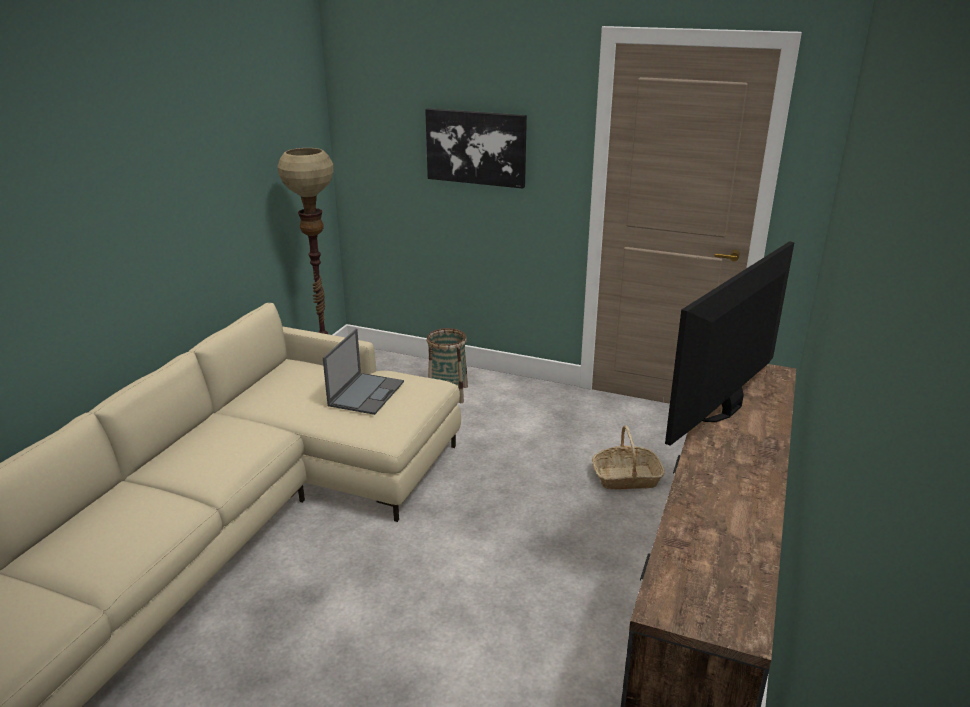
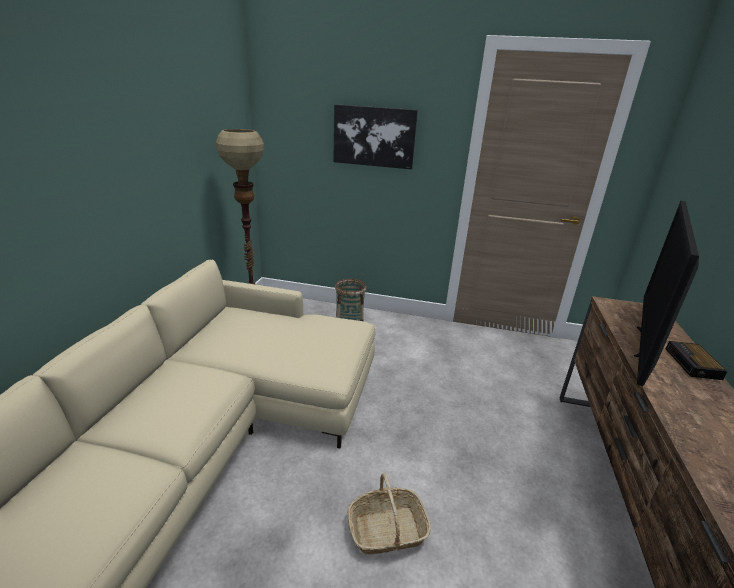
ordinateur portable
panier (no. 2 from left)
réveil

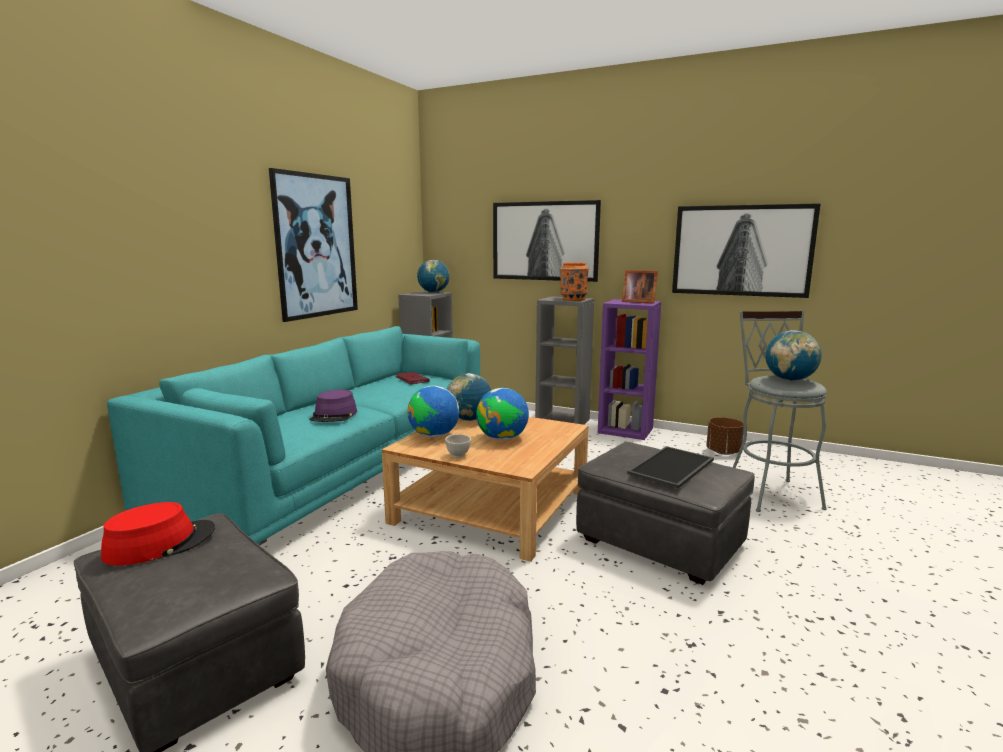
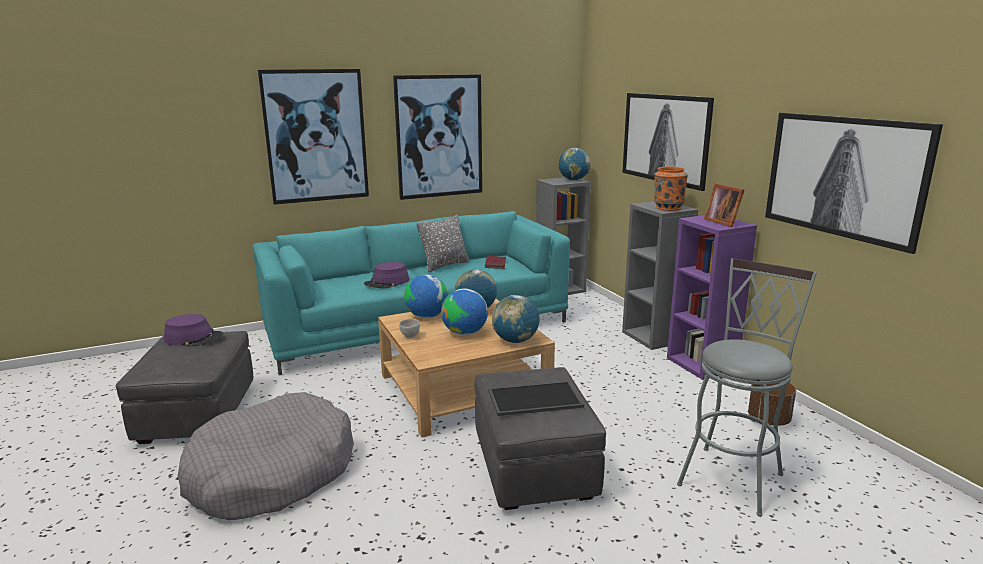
chapeau (violet) (no. 1 from left)
globe (no. 4 from left)
tableau (no. 1 from left)
coussin (gris)

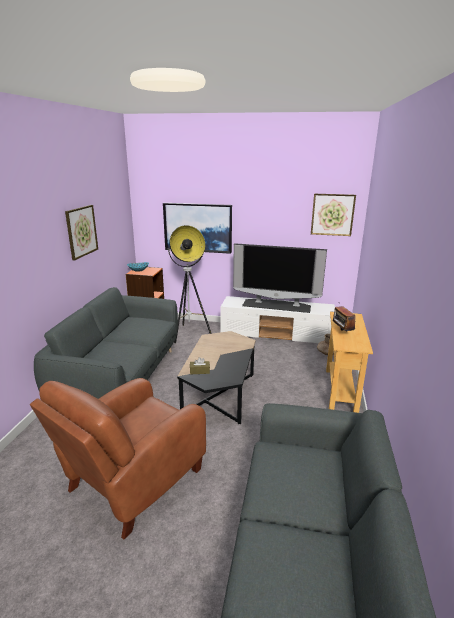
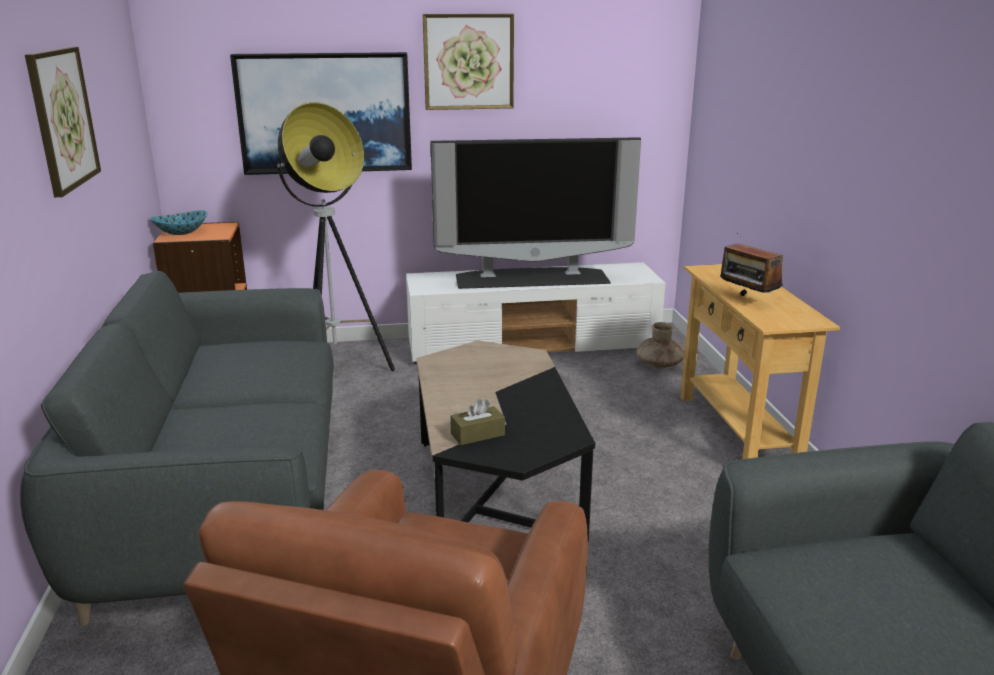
tableau (no. 3 from left)

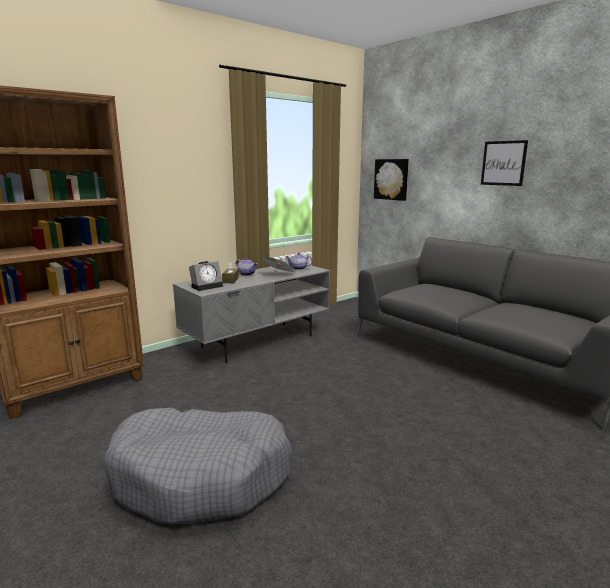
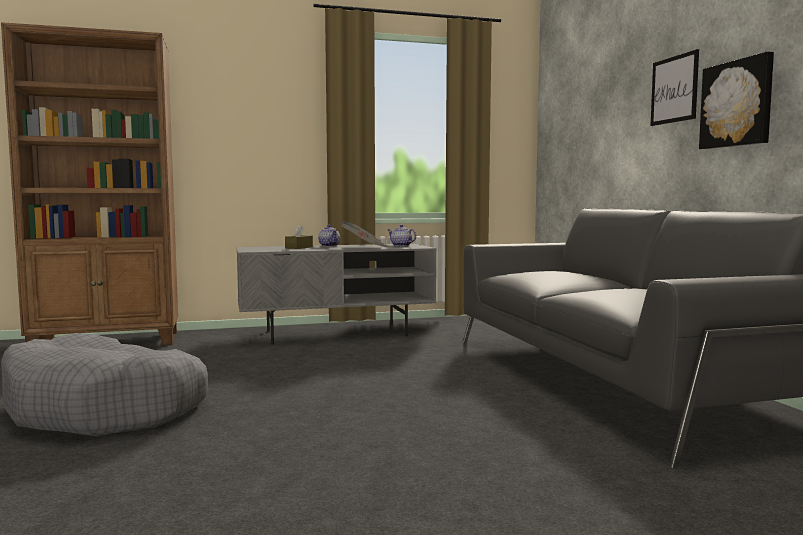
réveil
tableau (no. 2 from left)

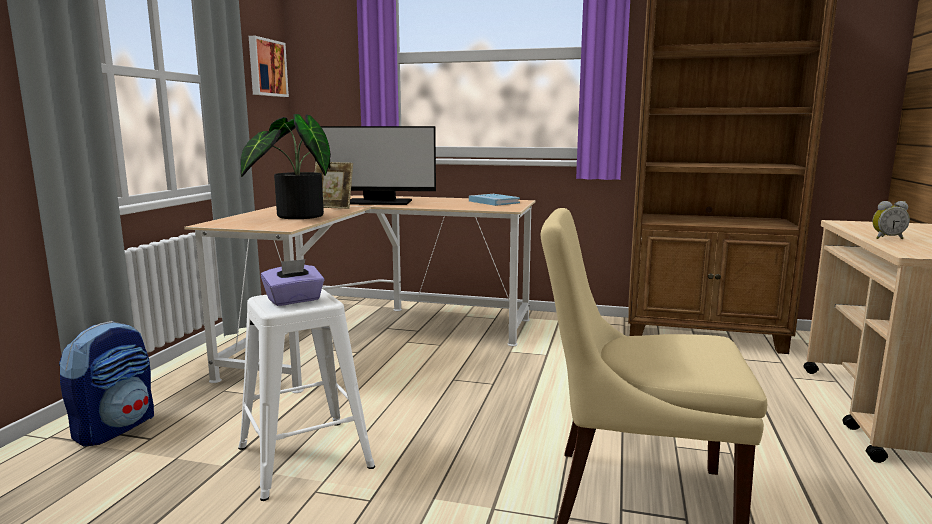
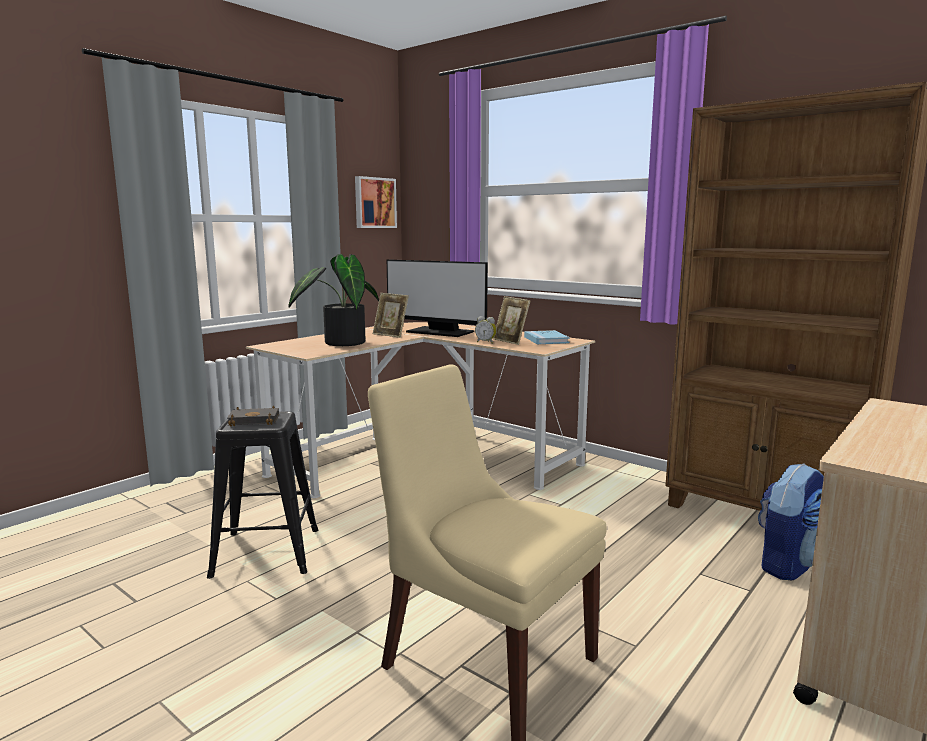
sac à dos
tabouret (noir)
livre (noir)
réveil
cadre photo (no. 2 from left)

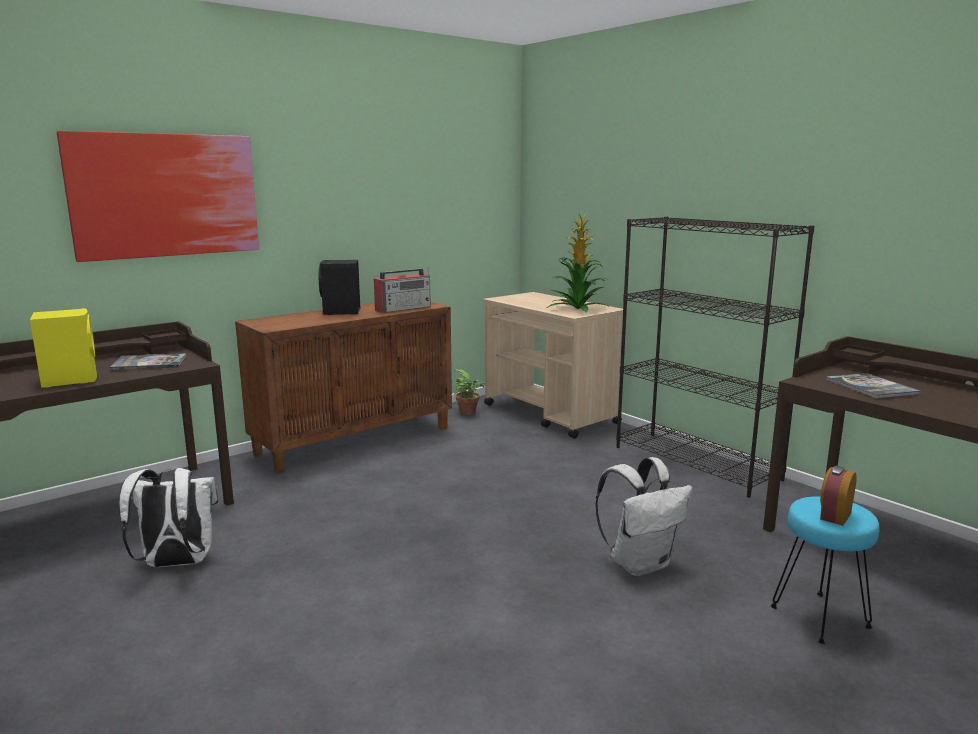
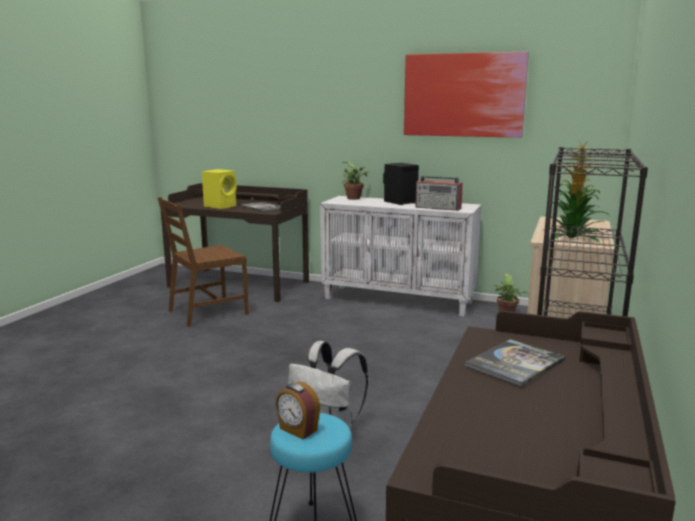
tableau
chaise (marron)
meuble de rangement (blanc)
réveil
plante en pot (no. 1 from left)

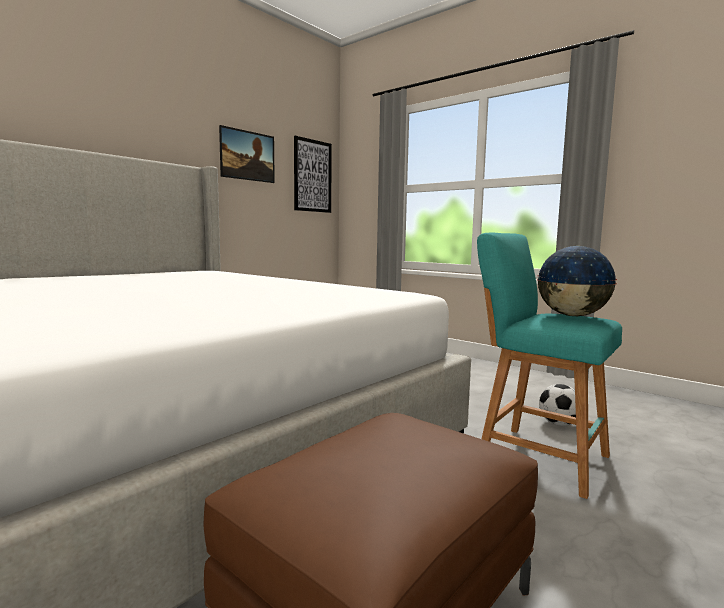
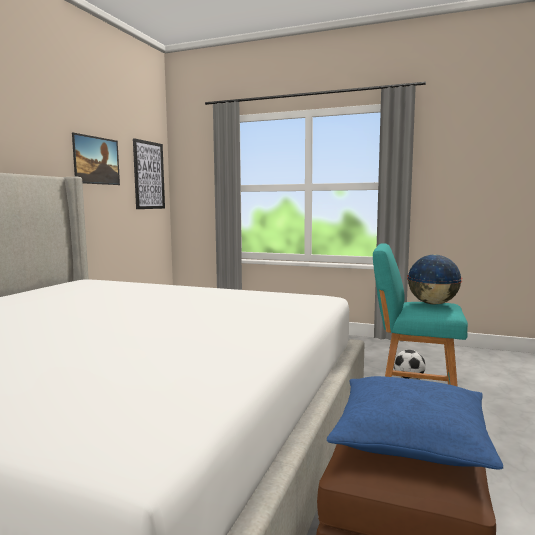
coussin (bleu)

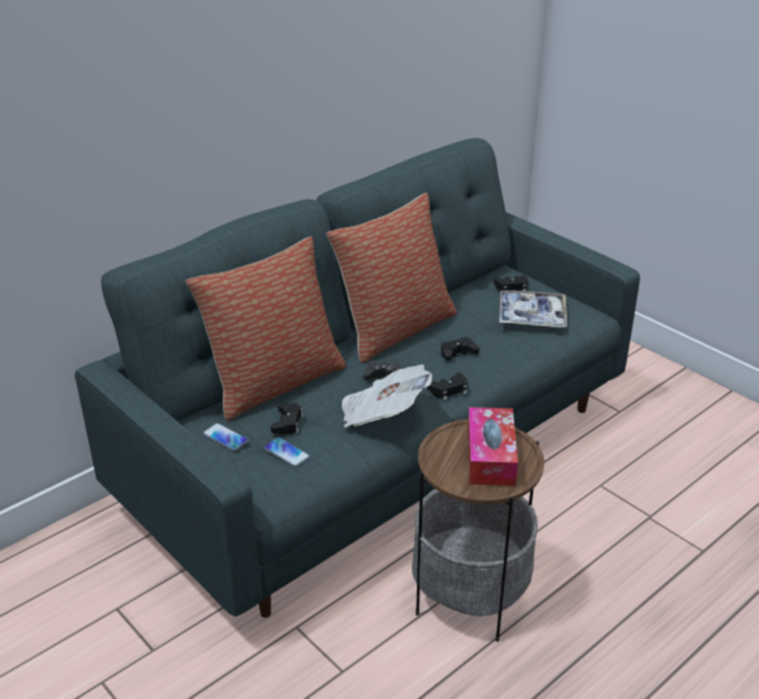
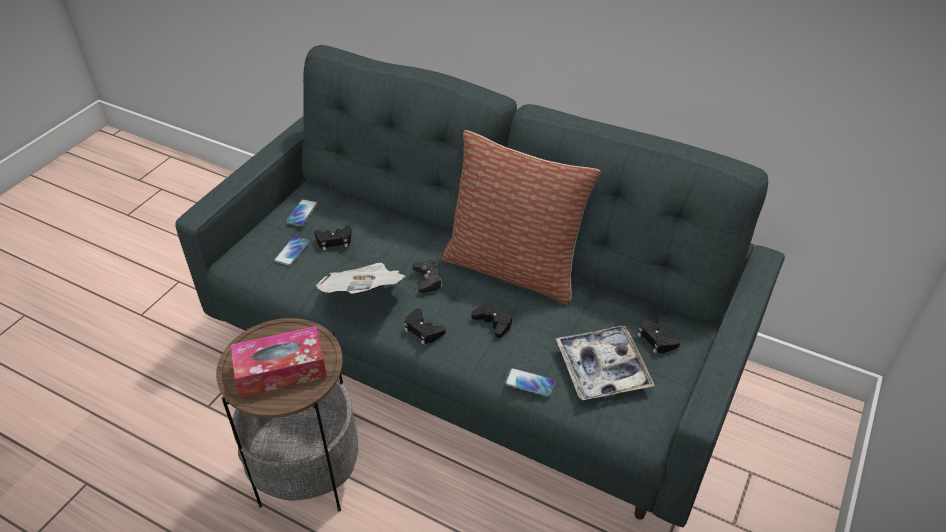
coussin (no. 1 from left in the first image)
téléphone (no. 3 from left)

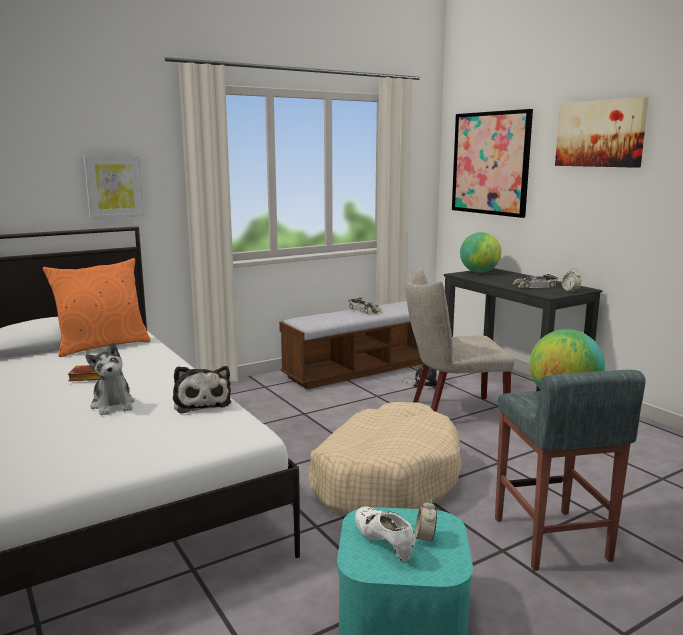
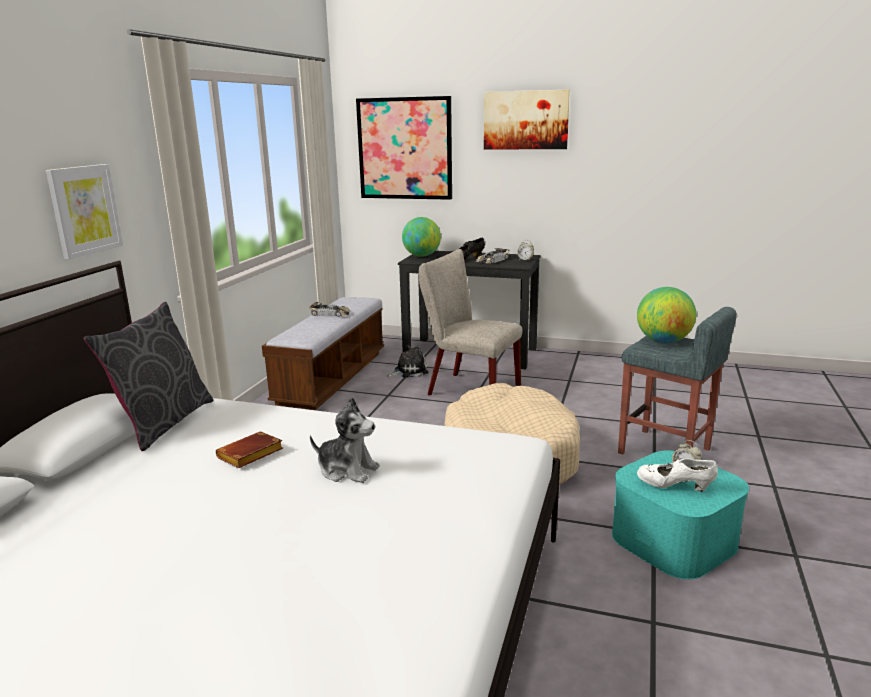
coussin (gris)
peluche (no. 2 from left in the first image)
chaise (beige)
chaussure (noir)

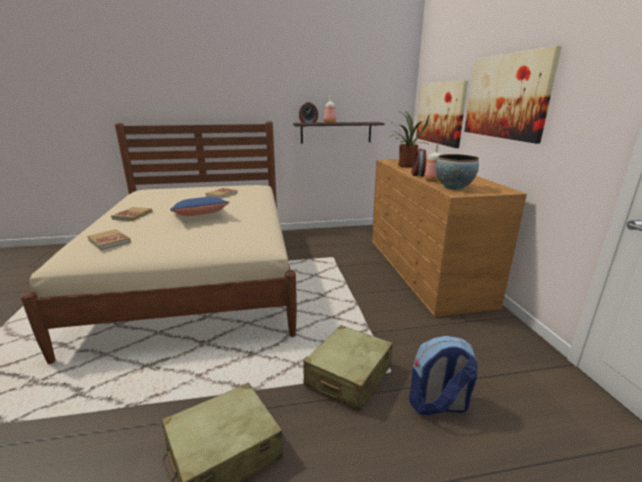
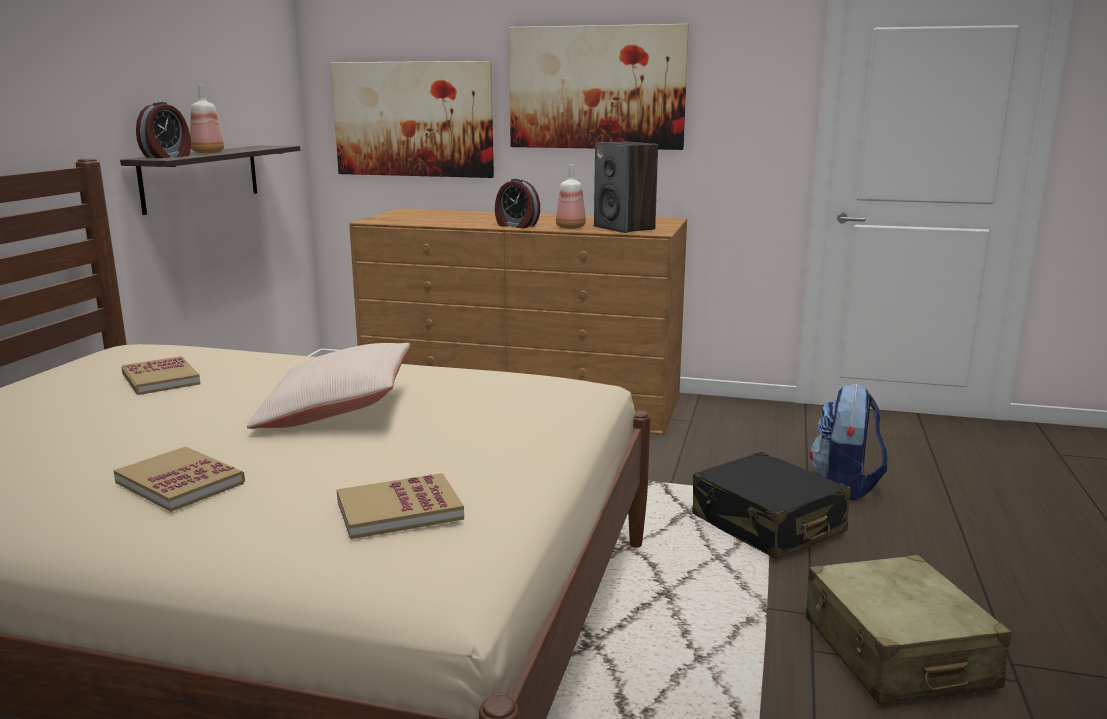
coussin (beige)
valise (noir)
plante en pot
enceinte

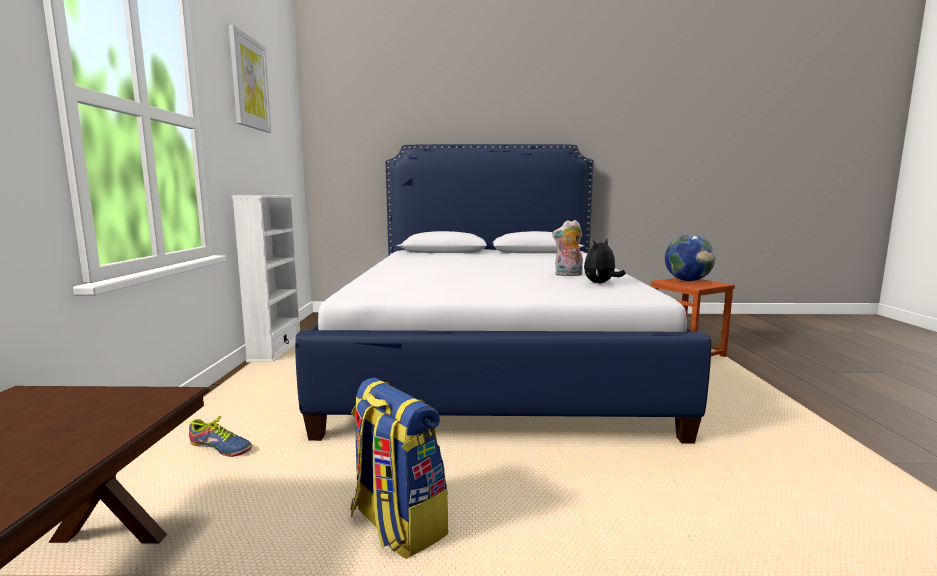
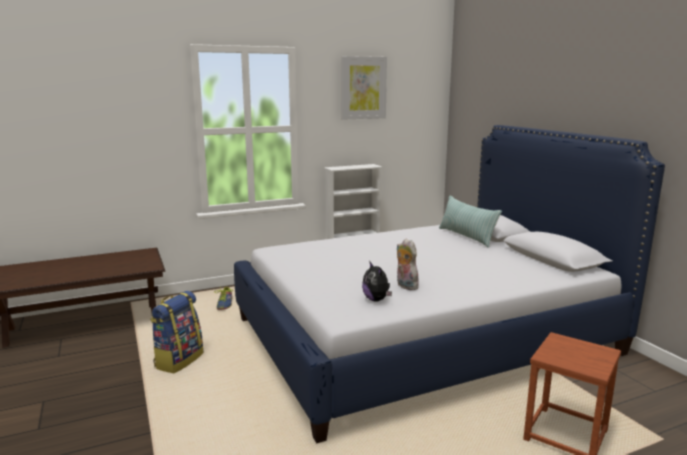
peluche (no. 1 from left)
globe
coussin

